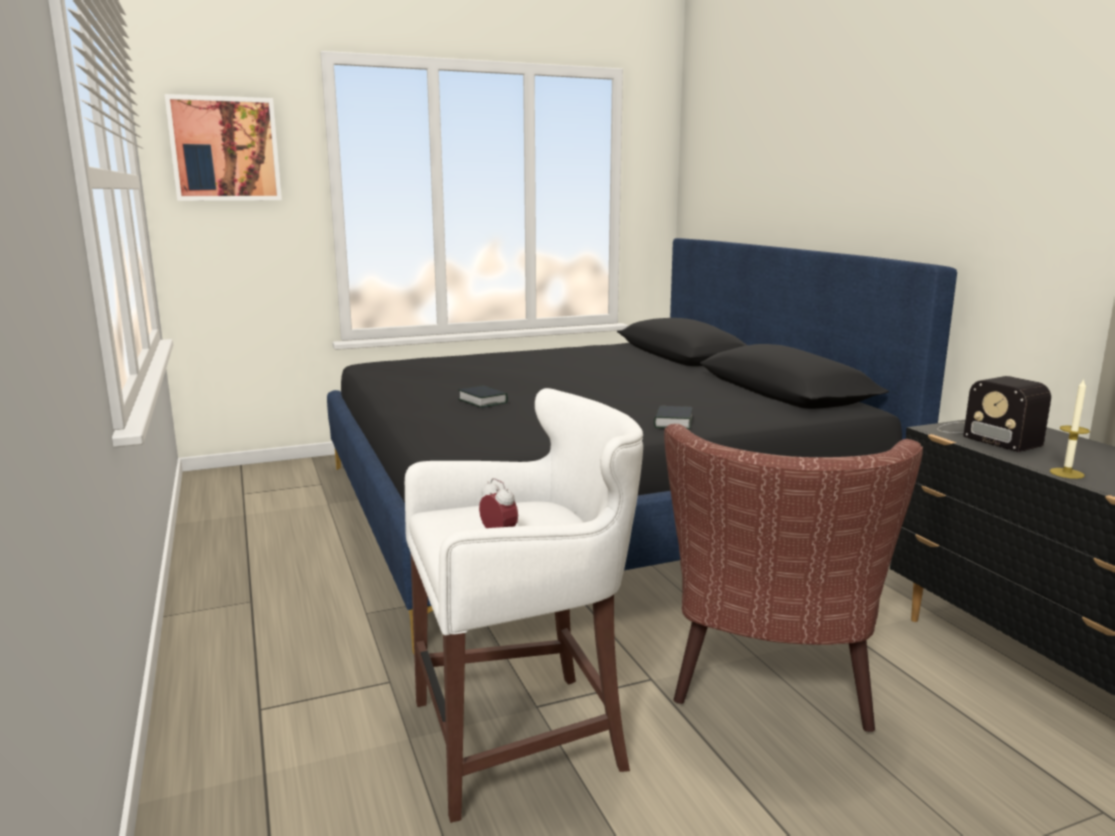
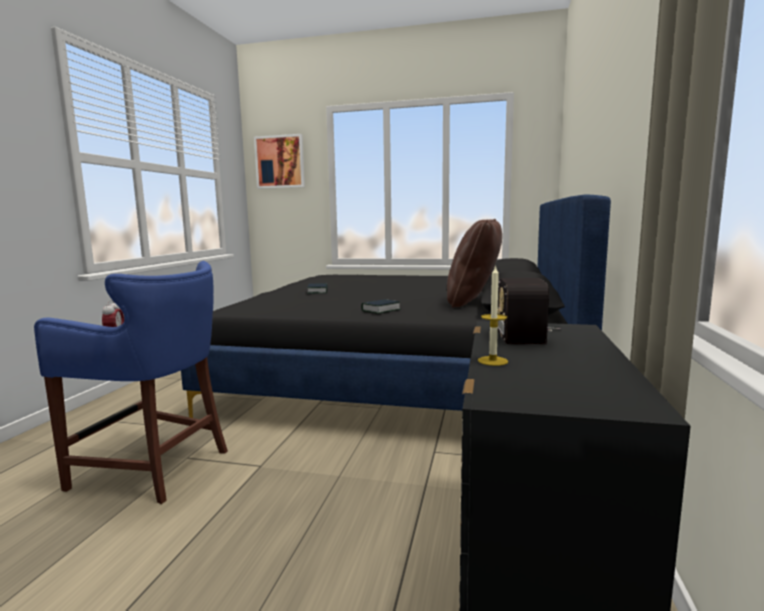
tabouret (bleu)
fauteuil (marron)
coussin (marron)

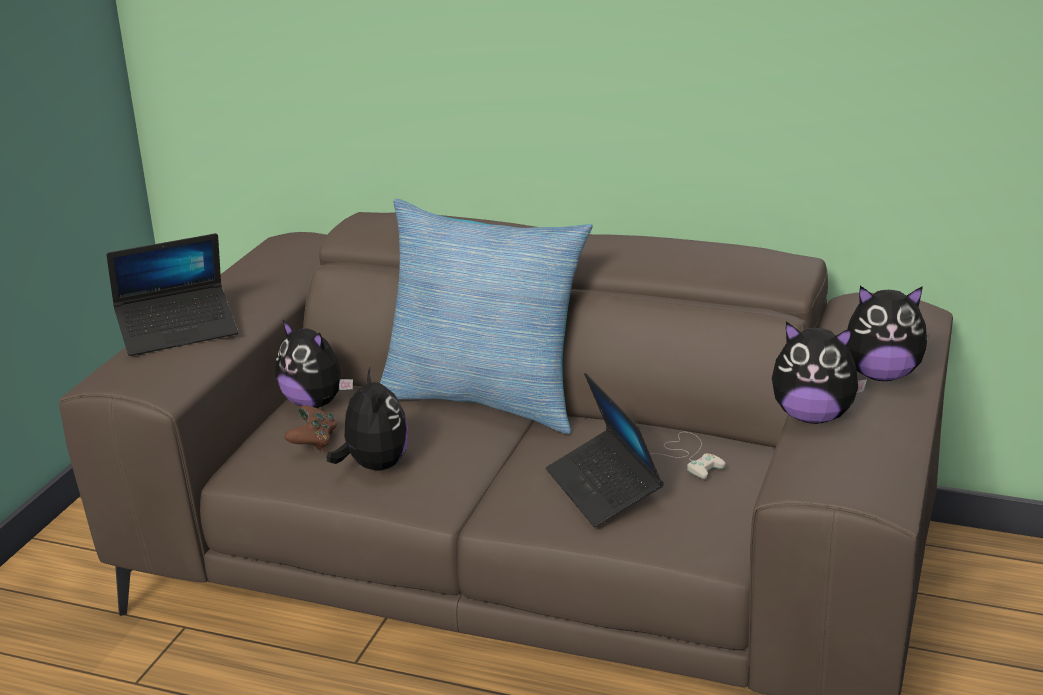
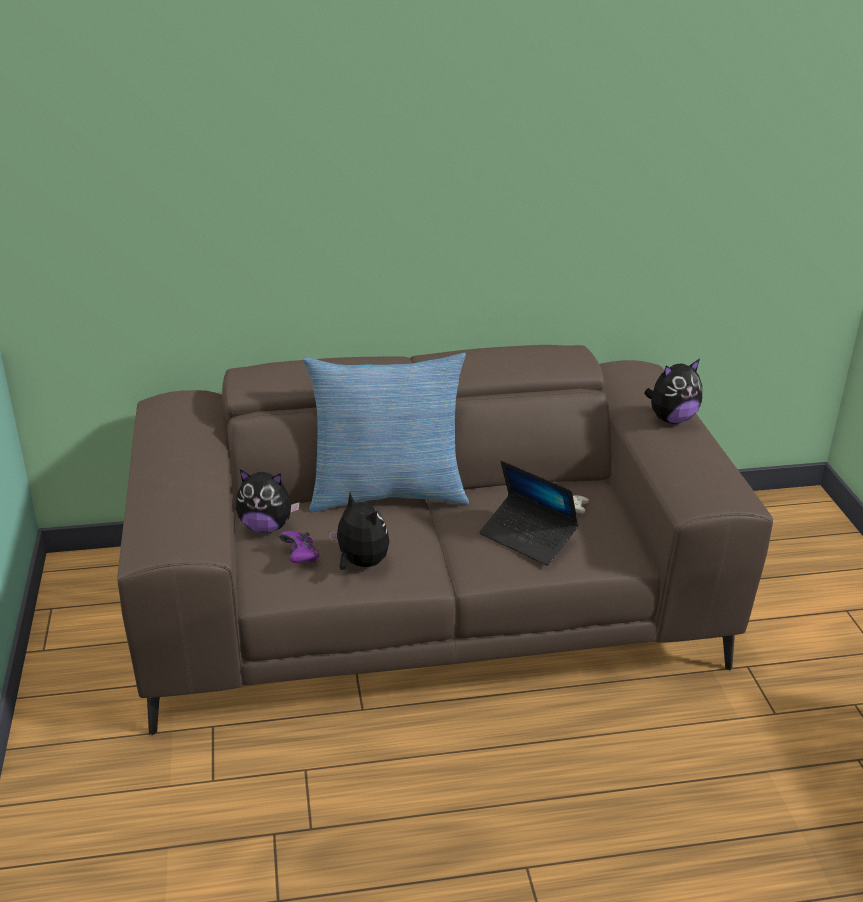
ordinateur portable (no. 1 from left in the first image)
manette (violet)
peluche (no. 3 from left in the first image)

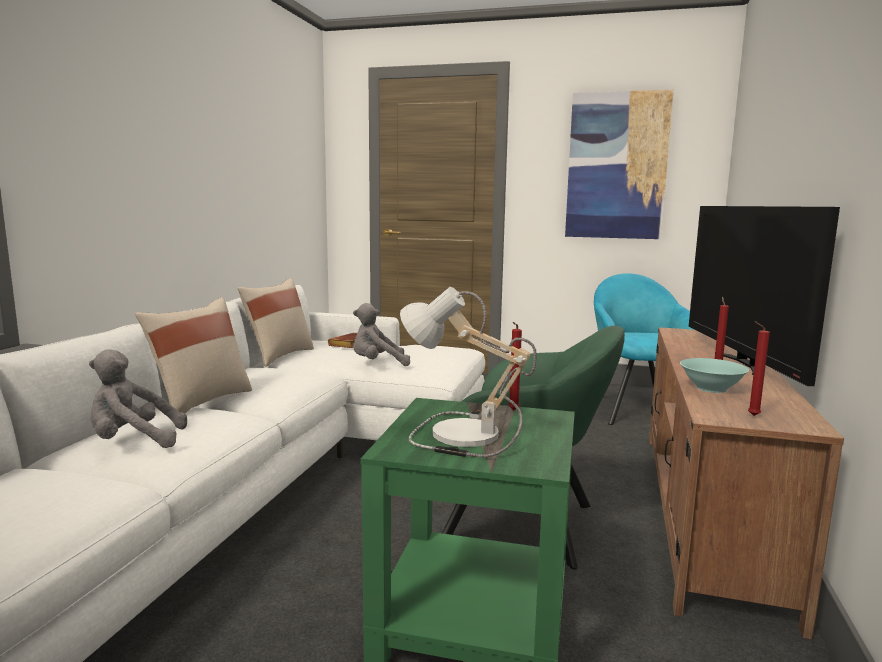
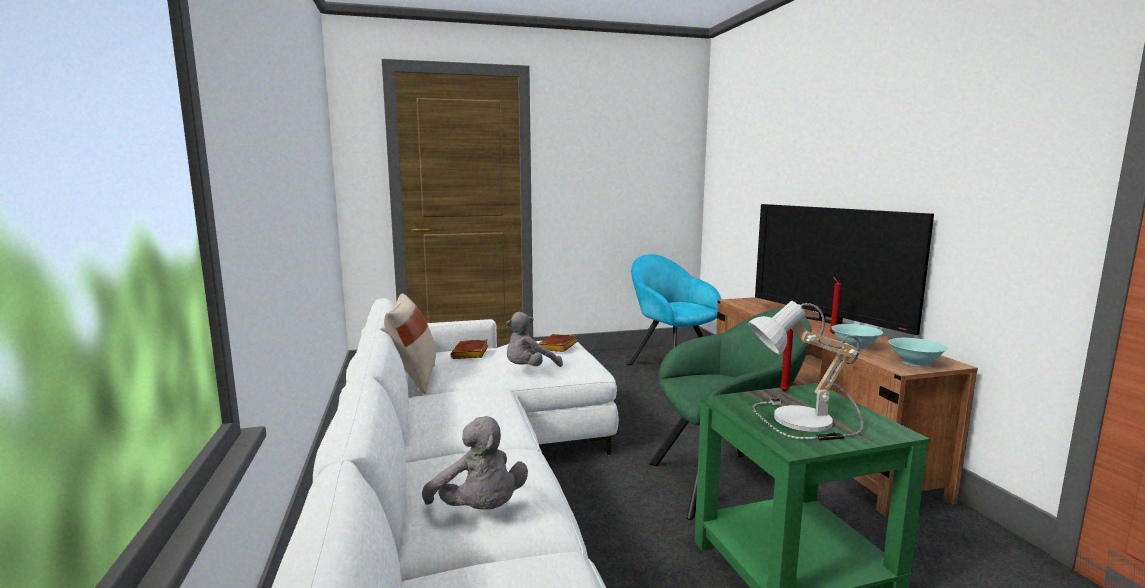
peluche (gris) (no. 1 from left)
coussin (beige) (no. 1 from left in the first image)
tableau
bol (turquoise) (no. 2 from left)
livre (marron) (no. 2 from left)

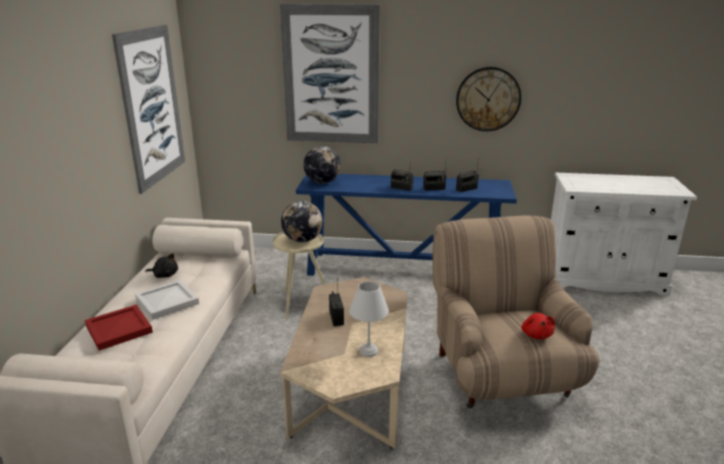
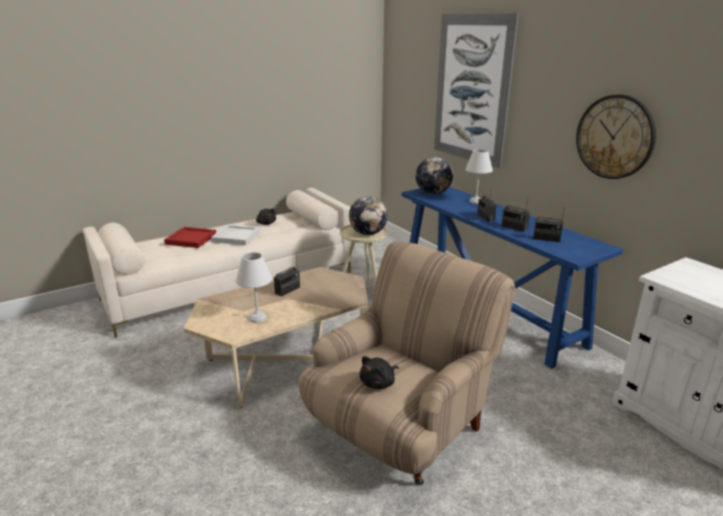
tableau (no. 1 from left in the first image)
peluche (noir) (no. 2 from left)
lampe de table (blanc) (no. 2 from left)

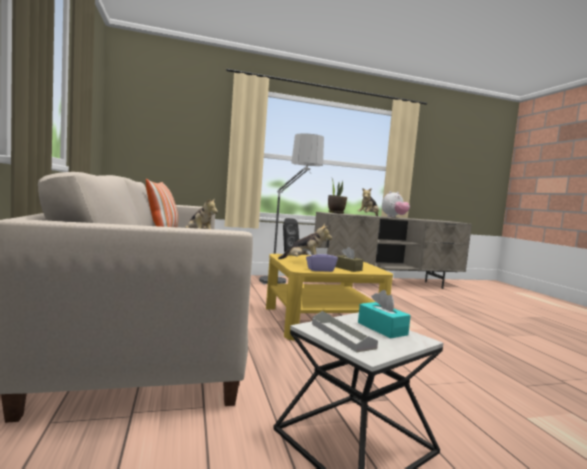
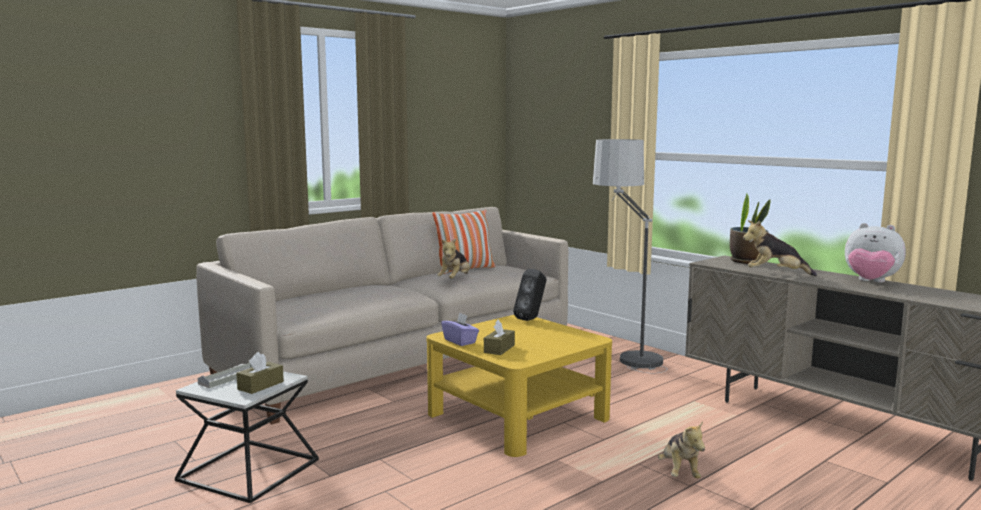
peluche (no. 2 from left)
boîte à mouchoirs (marron) (no. 1 from left)

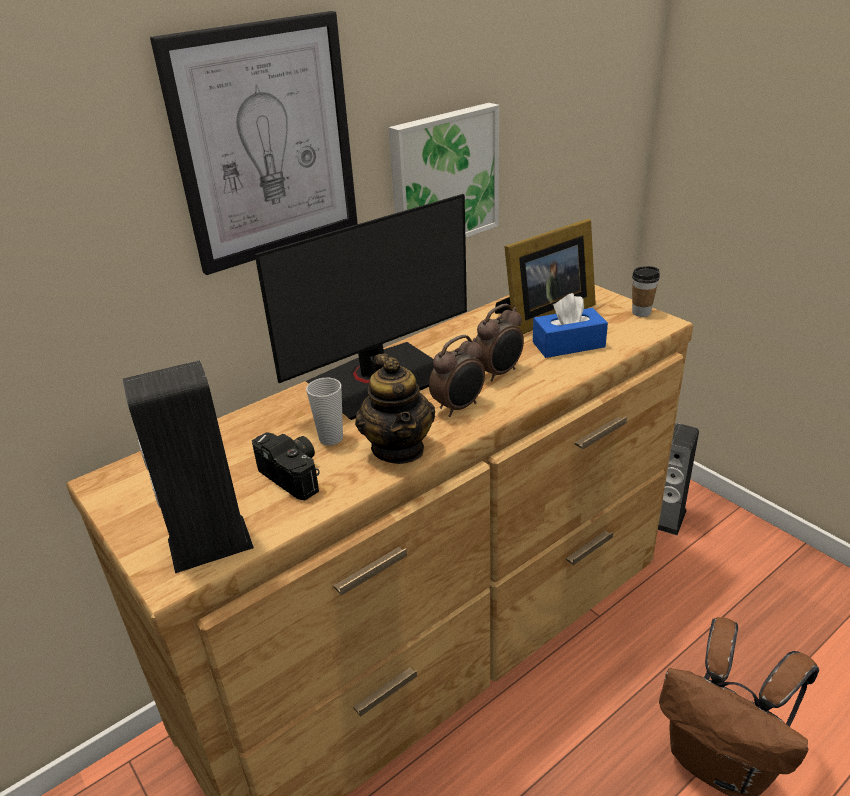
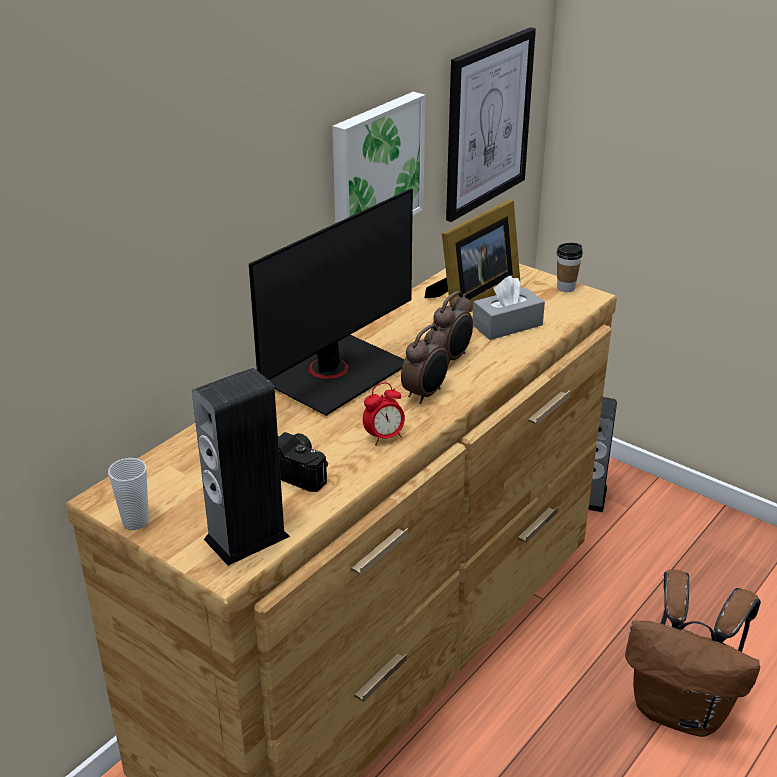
tableau (no. 2 from left)
tasse (no. 1 from left)
réveil (no. 1 from left)
boîte à mouchoirs (gris)

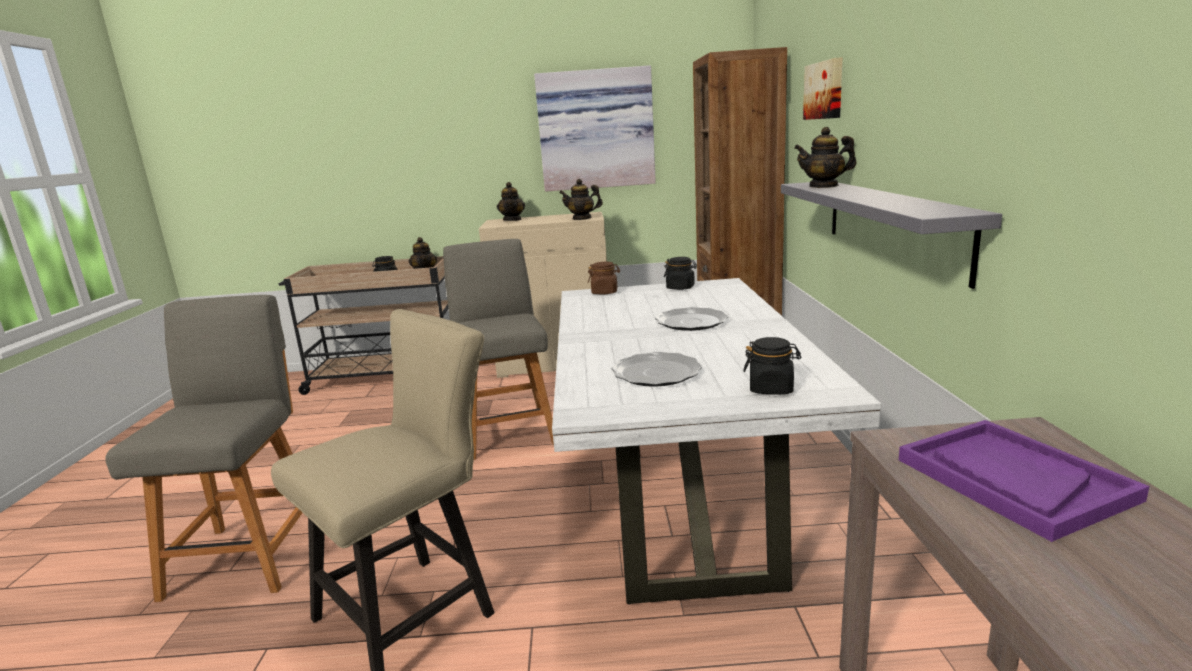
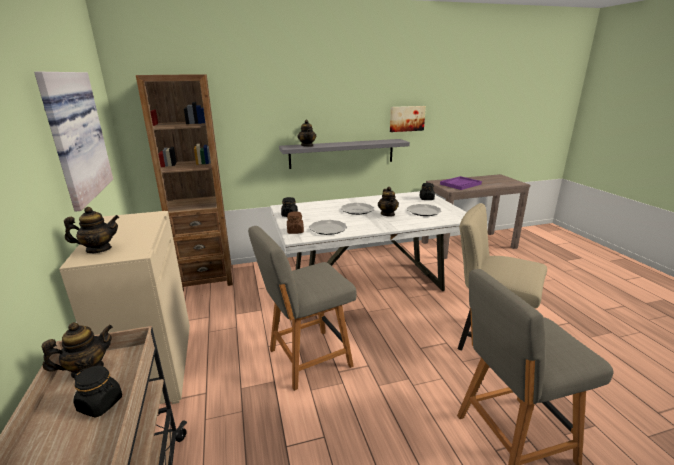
théière (no. 4 from left)
tableau (no. 2 from left)
assiette (no. 1 from left)

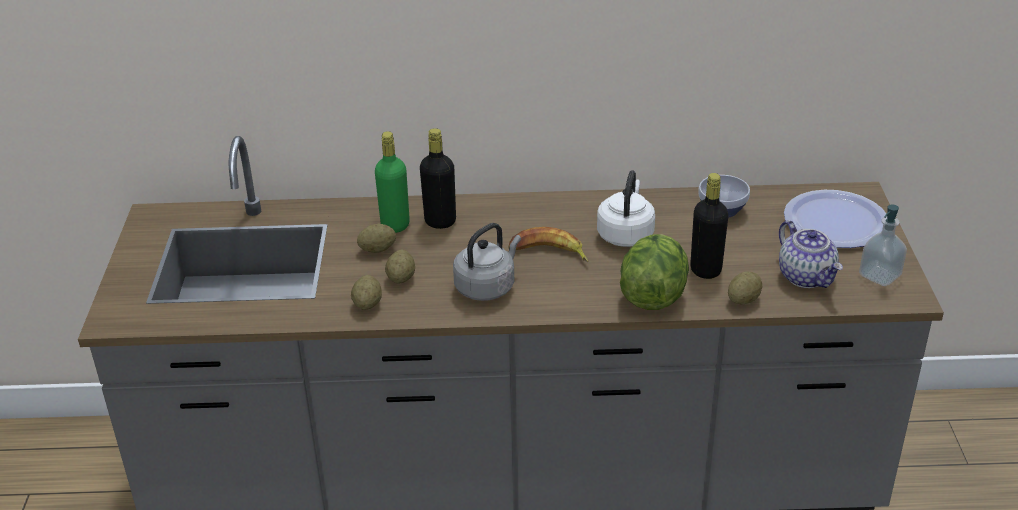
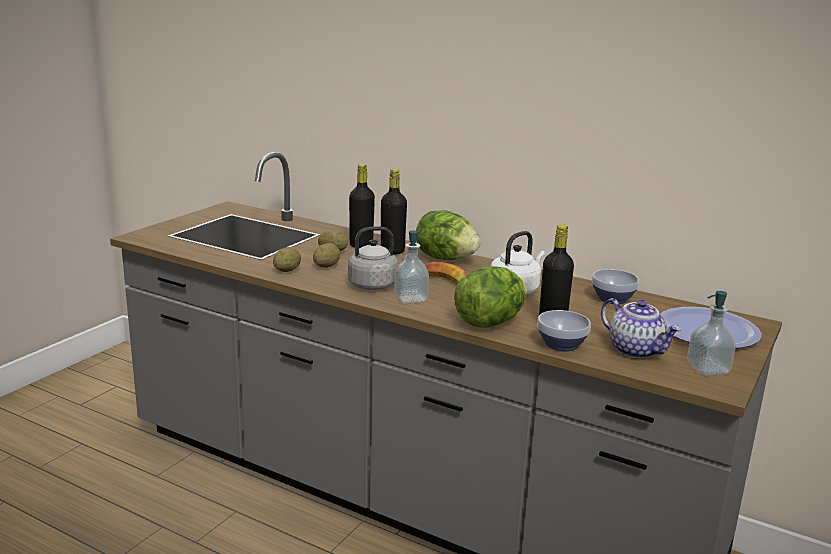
bouteille (noir) (no. 1 from left)
bol (no. 1 from left)
théière
distributeur de savon (no. 1 from left)
laitue (no. 1 from left)

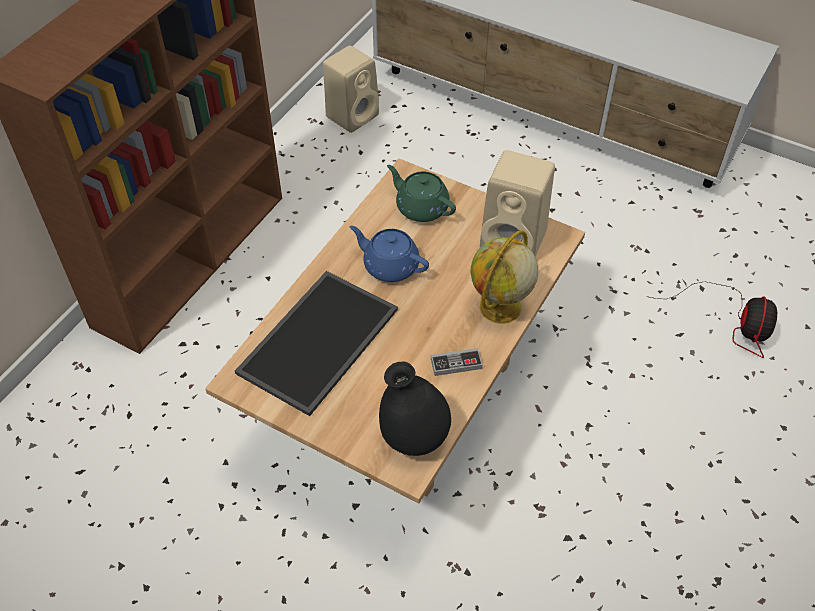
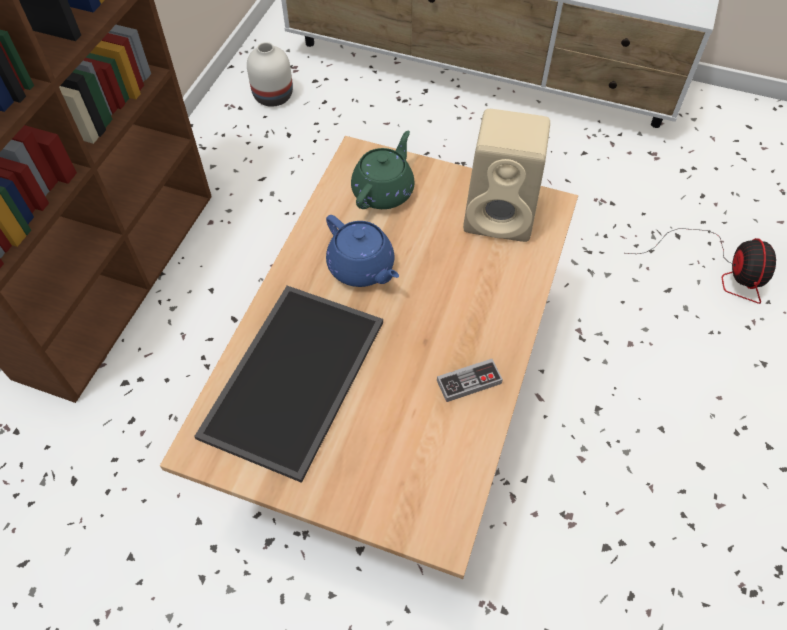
vase (blanc)
théière (bleu)
vase (noir)
théière (vert)
globe

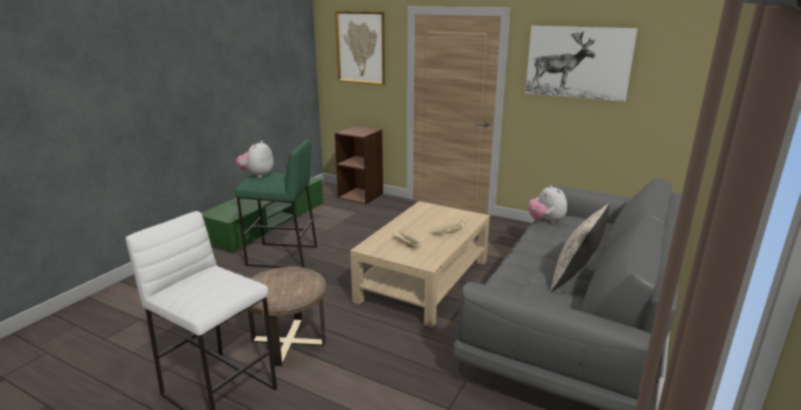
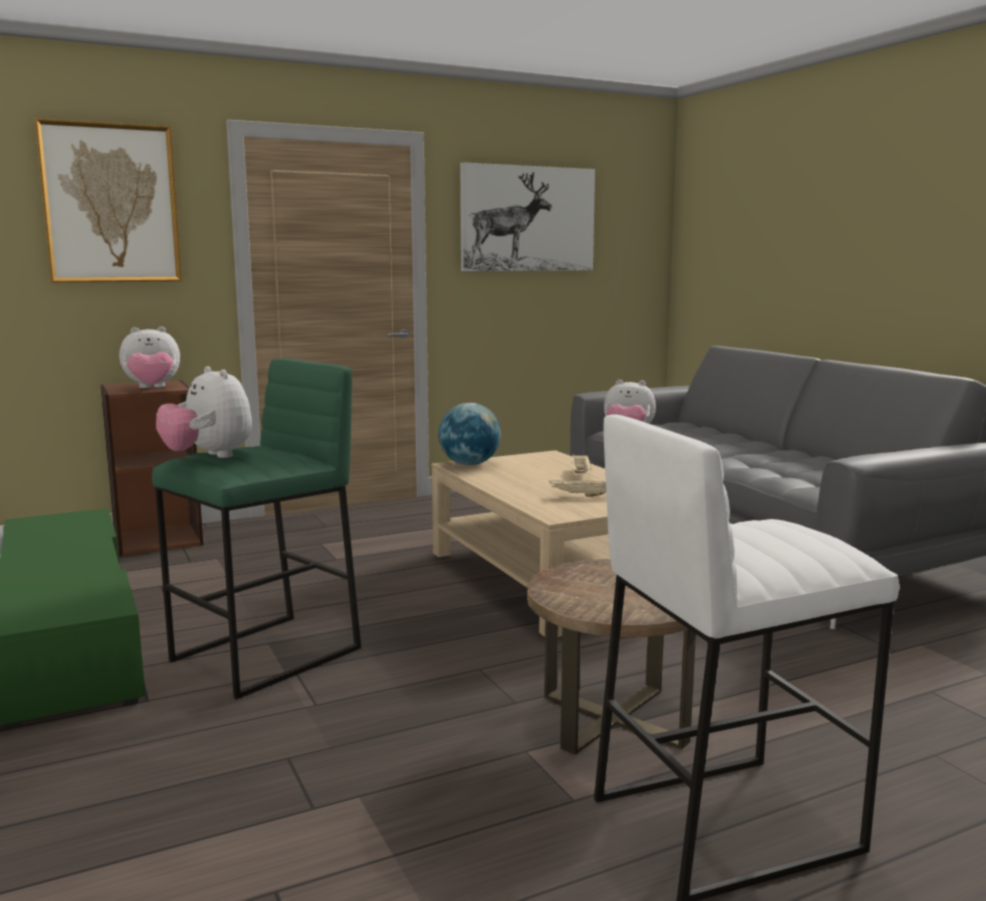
coussin (beige)
peluche (no. 1 from left)
globe

